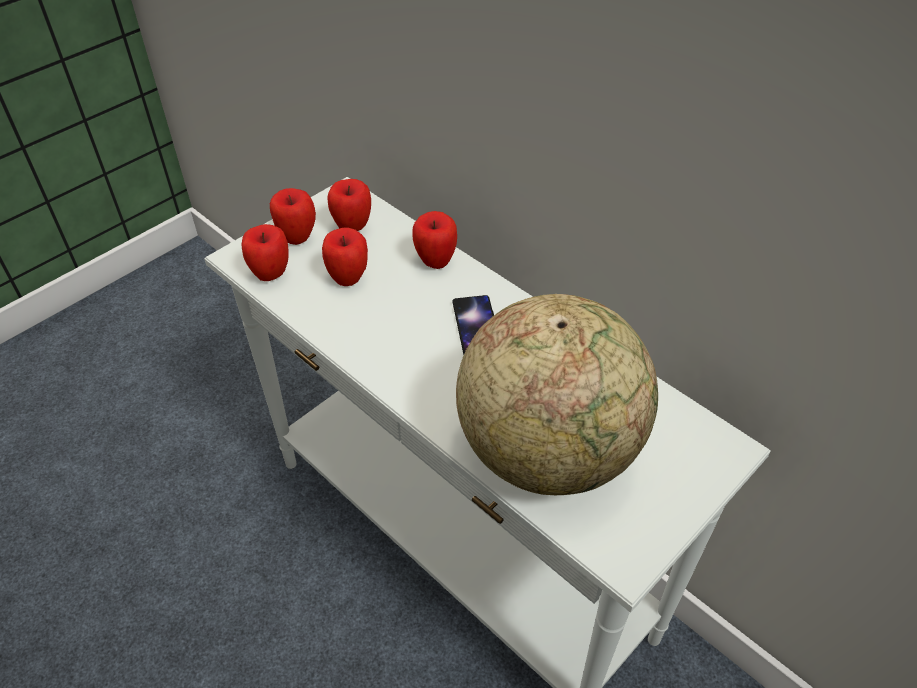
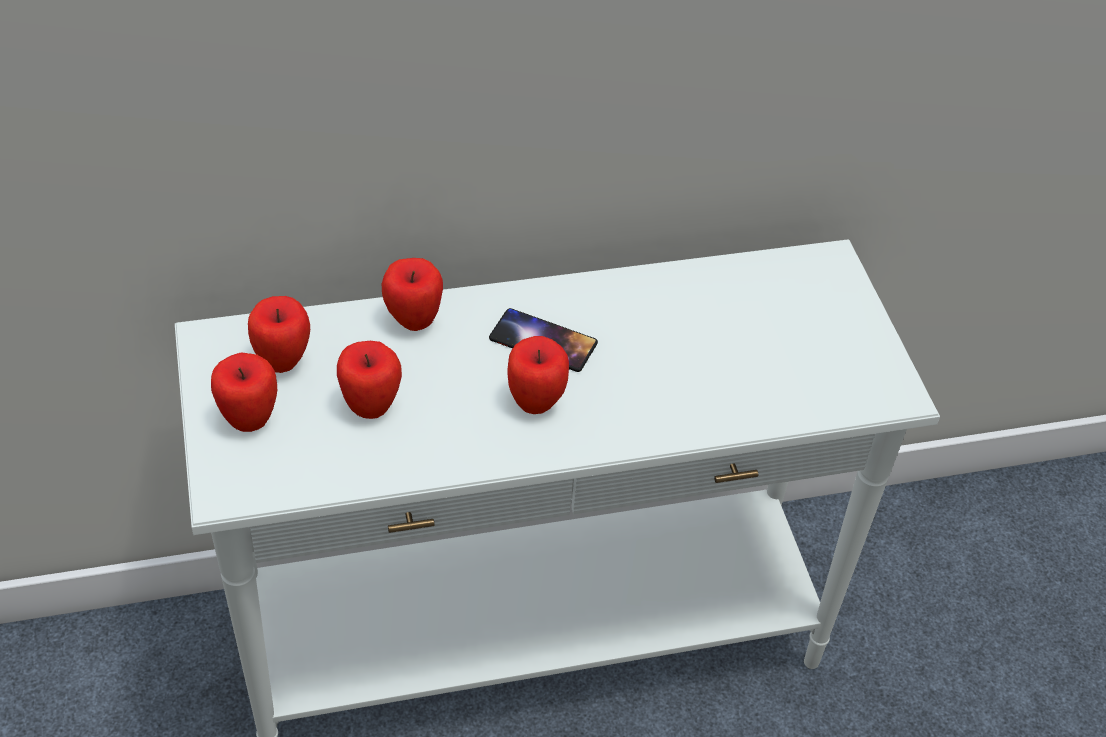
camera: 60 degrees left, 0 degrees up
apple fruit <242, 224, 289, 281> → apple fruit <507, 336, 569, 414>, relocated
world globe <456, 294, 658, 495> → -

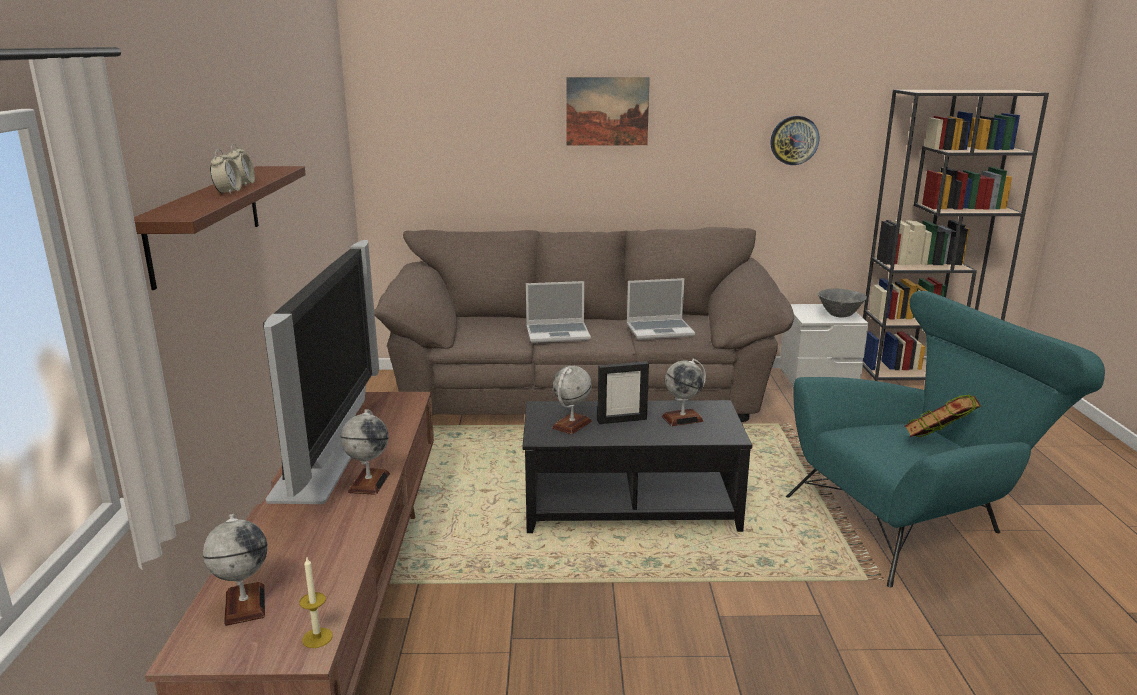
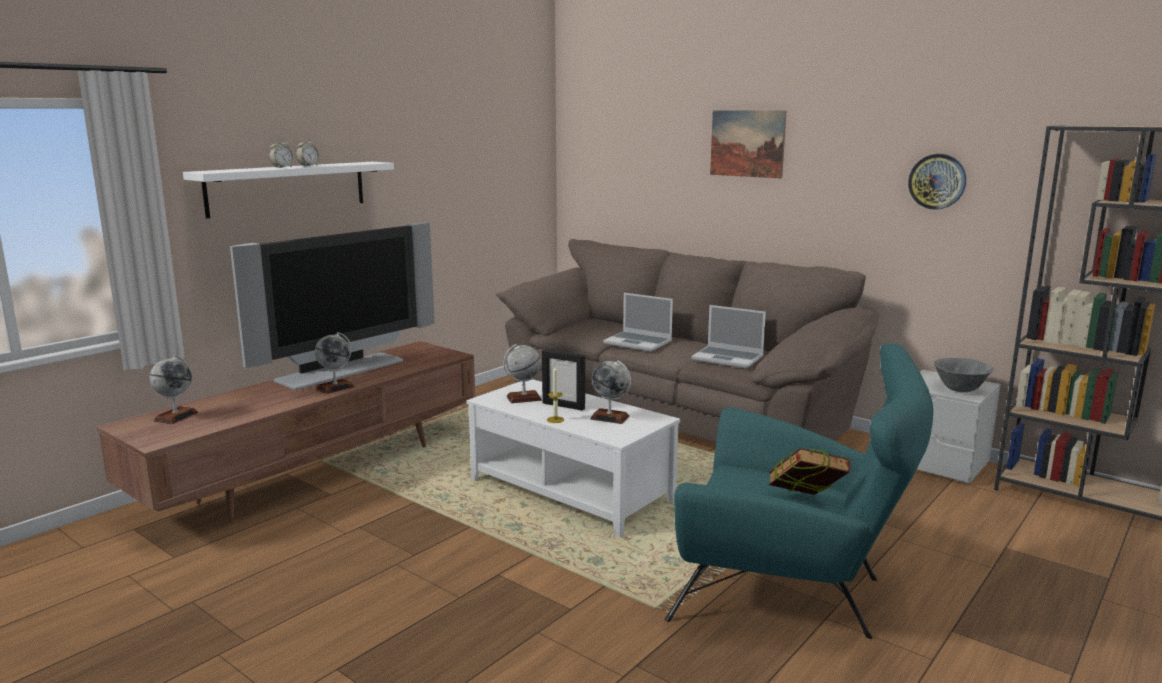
camera: 40 degrees right, 5 degrees down
bracket shelf in brown <134, 166, 306, 290> → bracket shelf in whitish <183, 162, 394, 219>
lounge table in black-coloured <523, 400, 752, 533> → lounge table in whitish <467, 379, 680, 537>
candle <299, 558, 333, 648> → candle <547, 366, 564, 423>, relocated

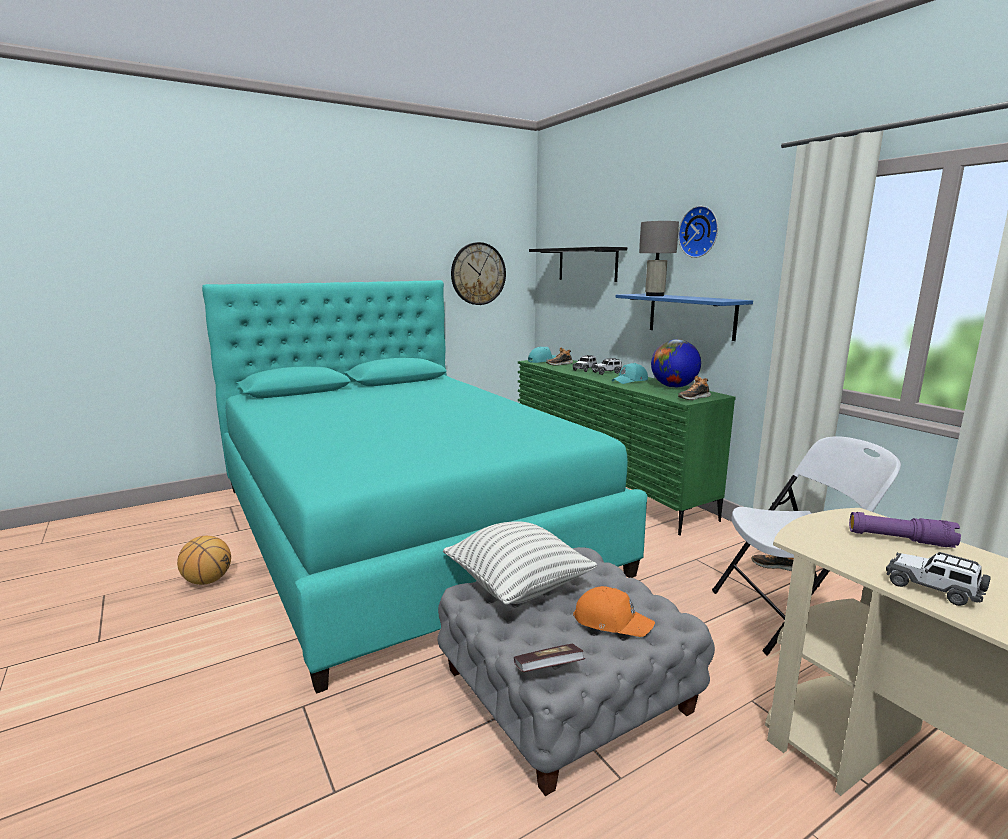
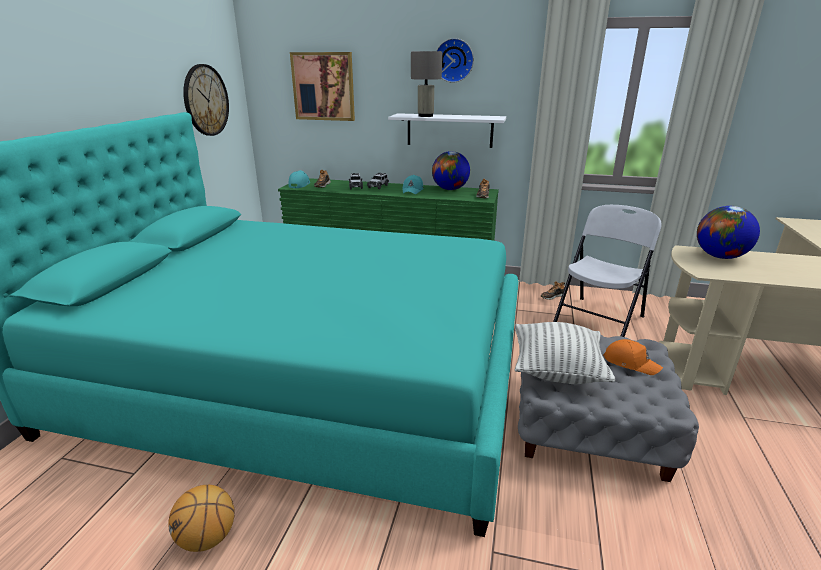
camera: 45 degrees left, 10 degrees up
bracket shelf in black-coloured <529, 247, 627, 282> → picture <290, 52, 355, 121>
bracket shelf in blue-coloured <616, 294, 753, 341> → bracket shelf in whitish <388, 113, 506, 148>
flashlight in purple-coloured <849, 512, 961, 548> → world globe <697, 206, 760, 259>
miniature car <886, 552, 991, 606> → -
peaked cap in orange-coloured <573, 586, 655, 637> → peaked cap in orange-coloured <603, 339, 663, 375>, 60 degrees clockwise
bound book <514, 644, 585, 672> → -

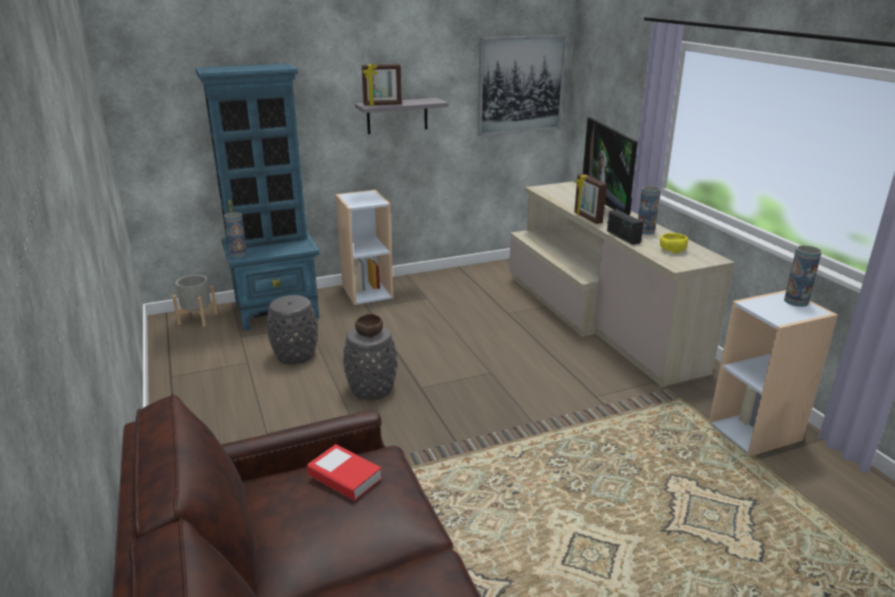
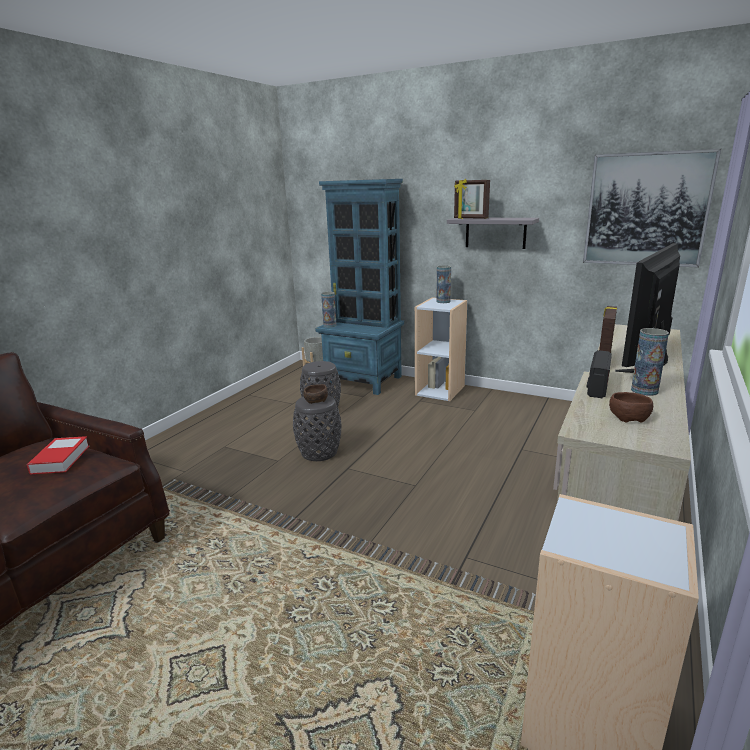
camera: 50 degrees right, 5 degrees down
bowl in yellowish <660, 233, 688, 254> → bowl in brown <609, 392, 653, 423>
decorative vase <784, 245, 822, 307> → decorative vase <436, 265, 451, 303>, relocated

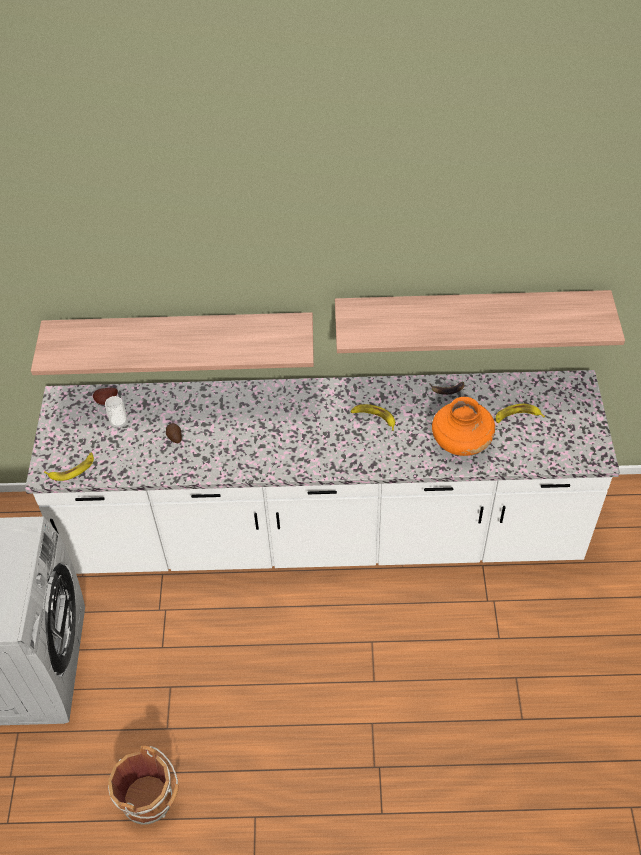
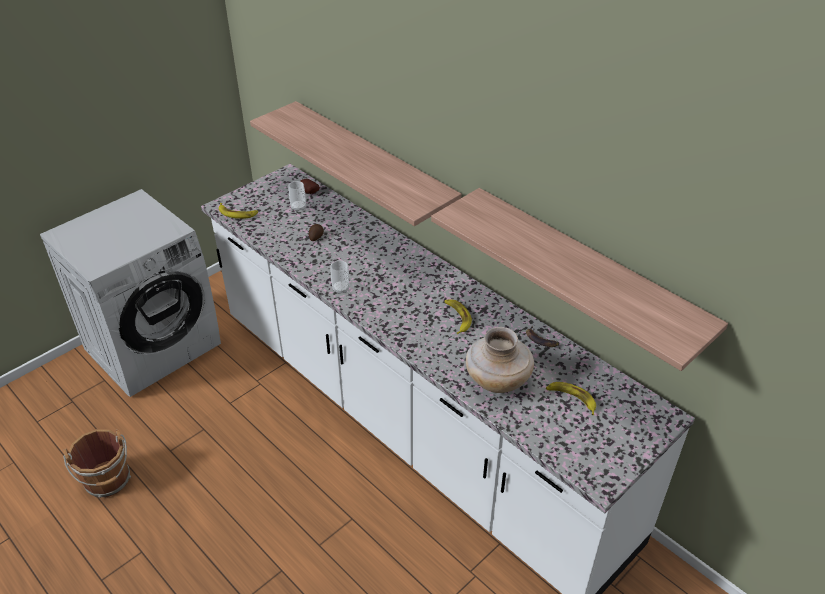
camera: 45 degrees right, 10 degrees down
decorative vase in orange-coloured <432, 397, 495, 456> → decorative vase in sand-coloured <466, 327, 534, 393>
- → cup <331, 260, 349, 294>

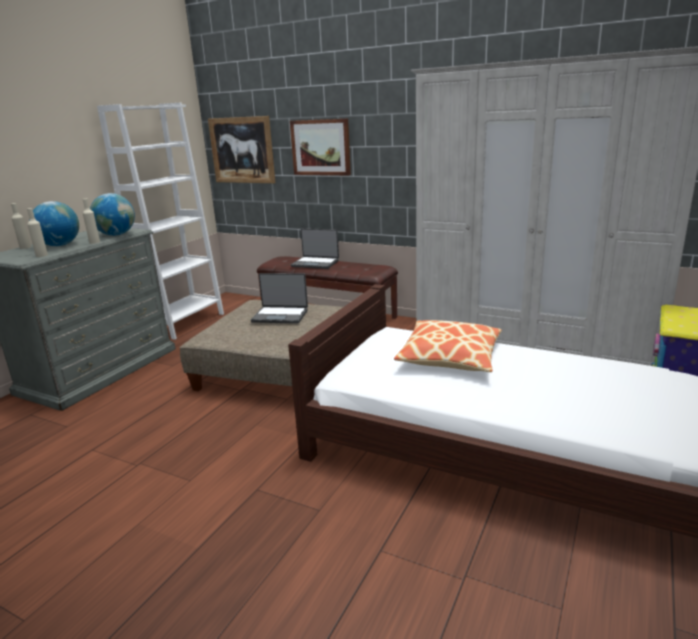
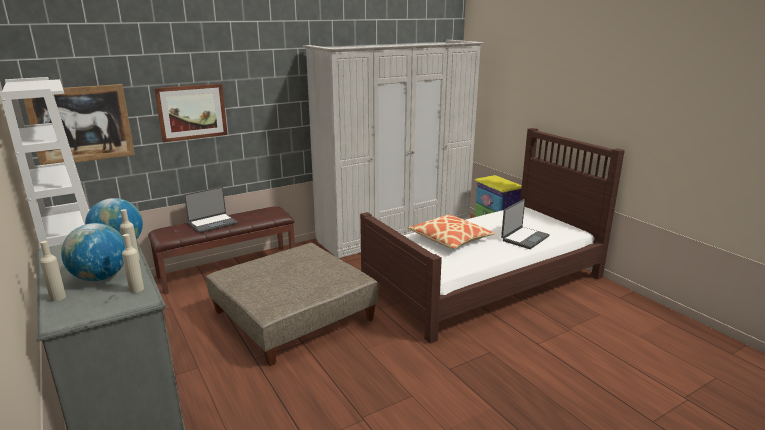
camera: 60 degrees left, 0 degrees up
portable computer <251, 273, 308, 324> → portable computer <501, 199, 550, 249>, relocated

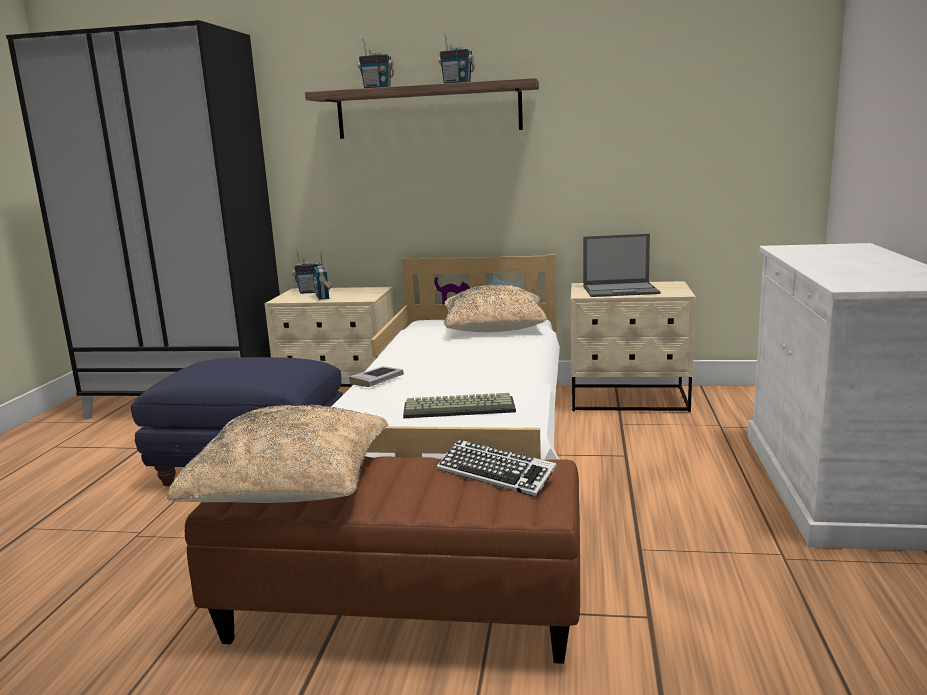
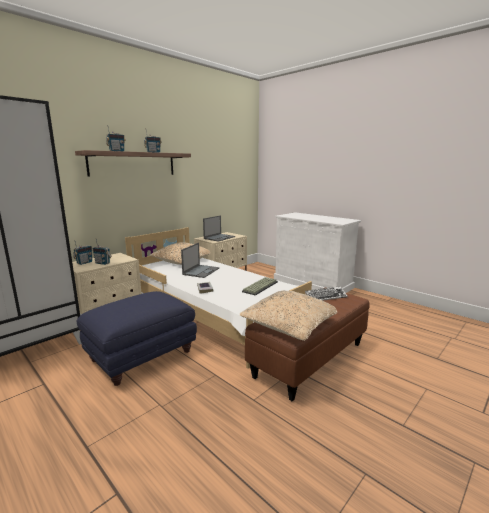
camera: 55 degrees left, 0 degrees up
- → portable computer <181, 243, 220, 278>

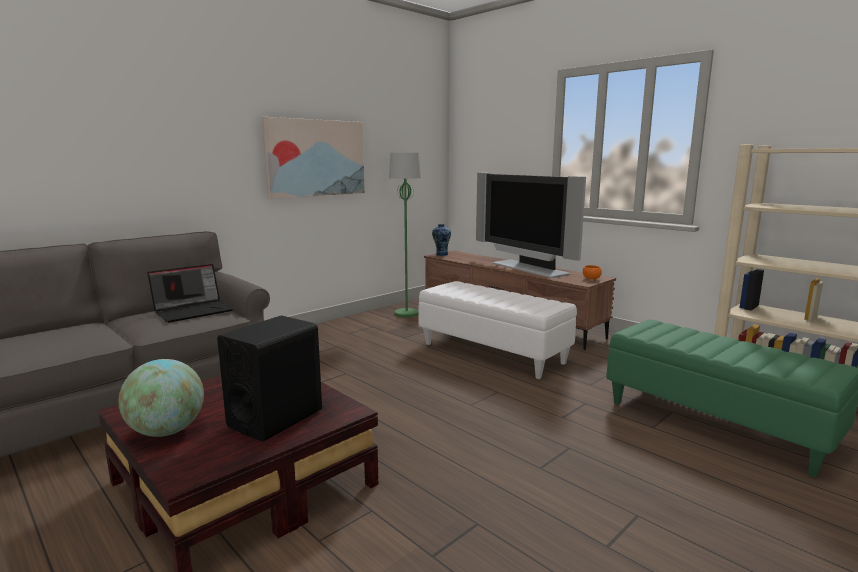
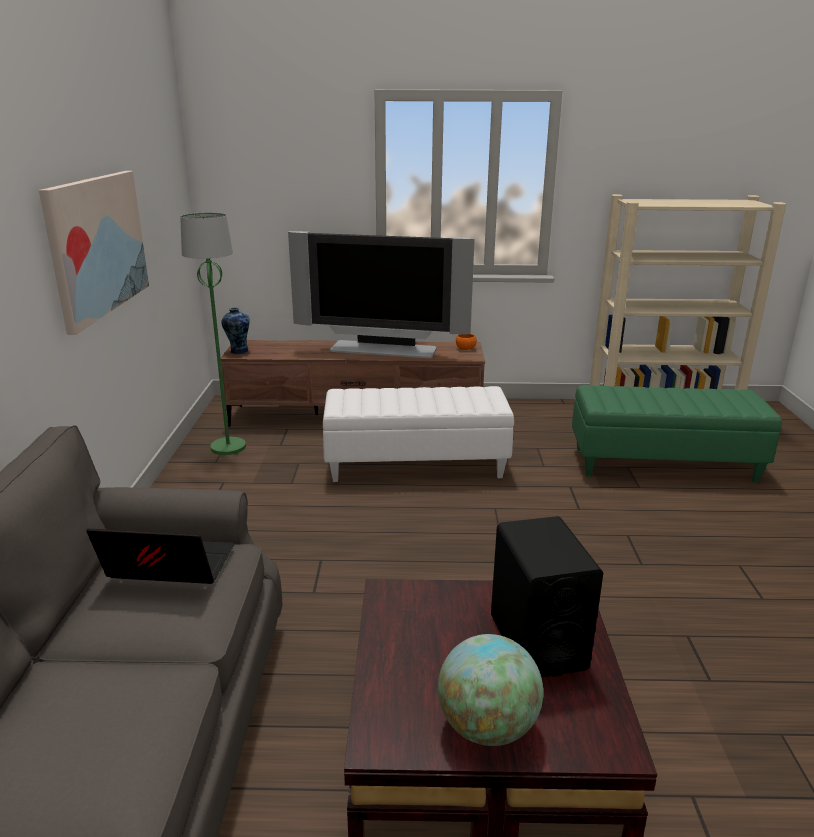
camera: 45 degrees left, 10 degrees up
portable computer <147, 264, 233, 323> → portable computer <86, 529, 234, 584>, 90 degrees counterclockwise

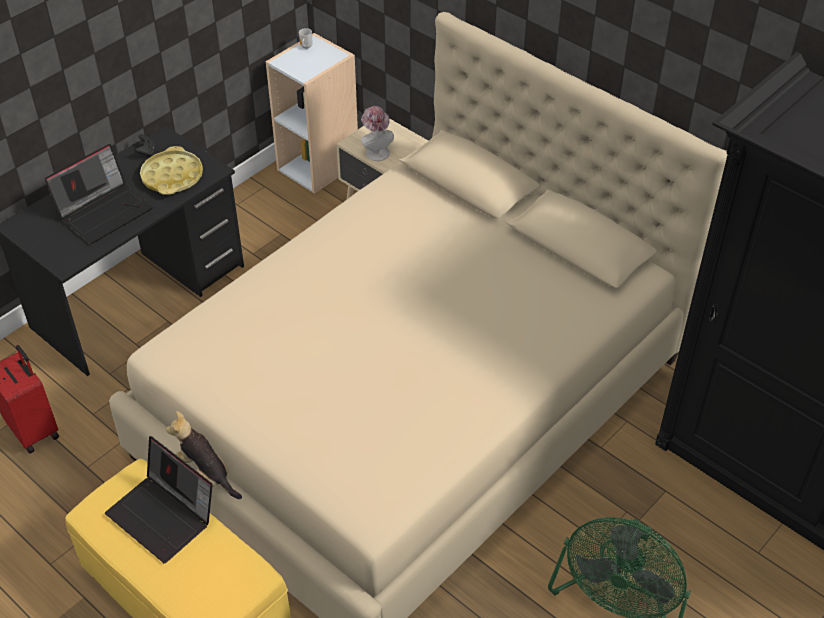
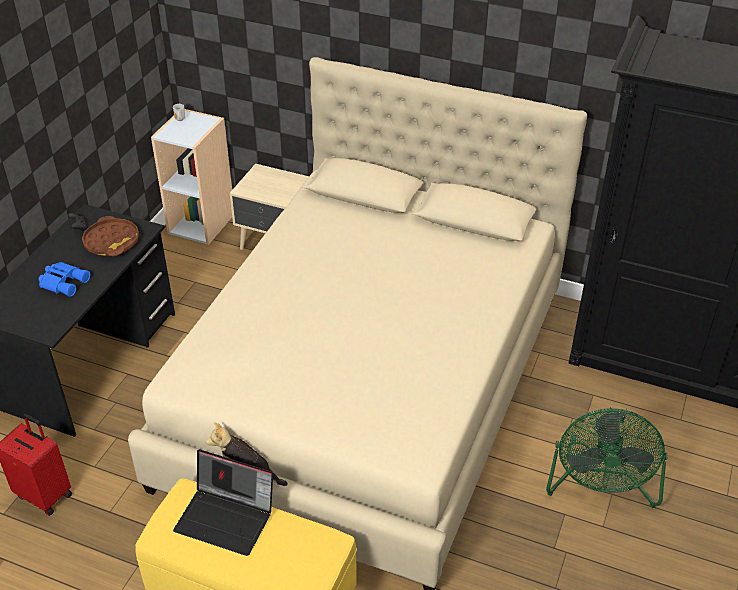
camera: 20 degrees left, 5 degrees down
wearable hat <361, 106, 394, 161> → -
portable computer <45, 144, 153, 244> → pair of binoculars in blue-coloured <38, 262, 90, 297>
serving tray in yellowish <140, 146, 203, 195> → serving tray in brown <82, 216, 139, 256>

